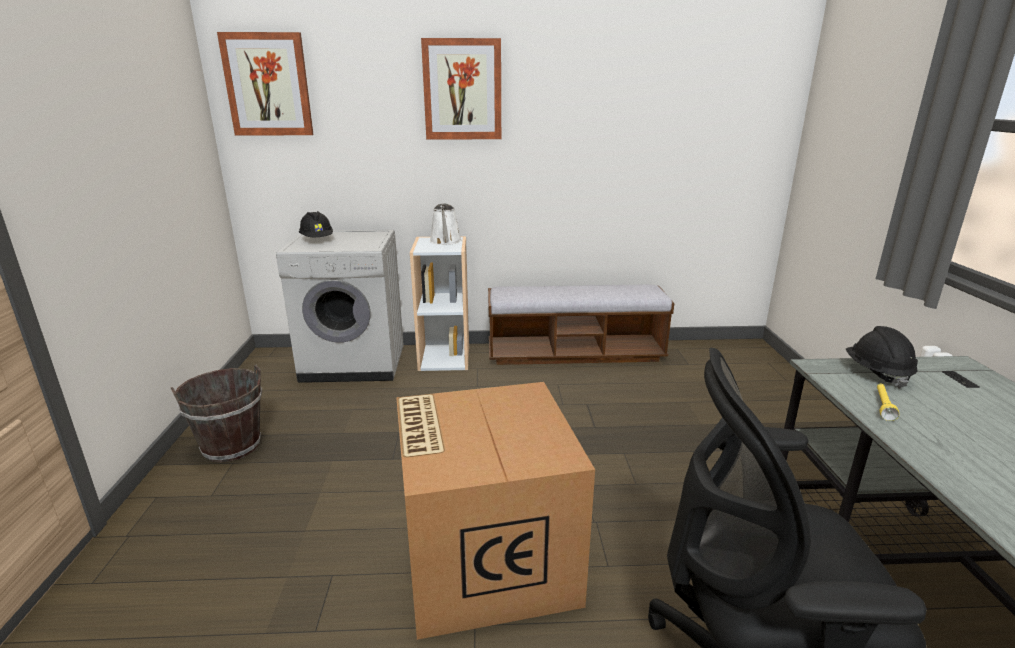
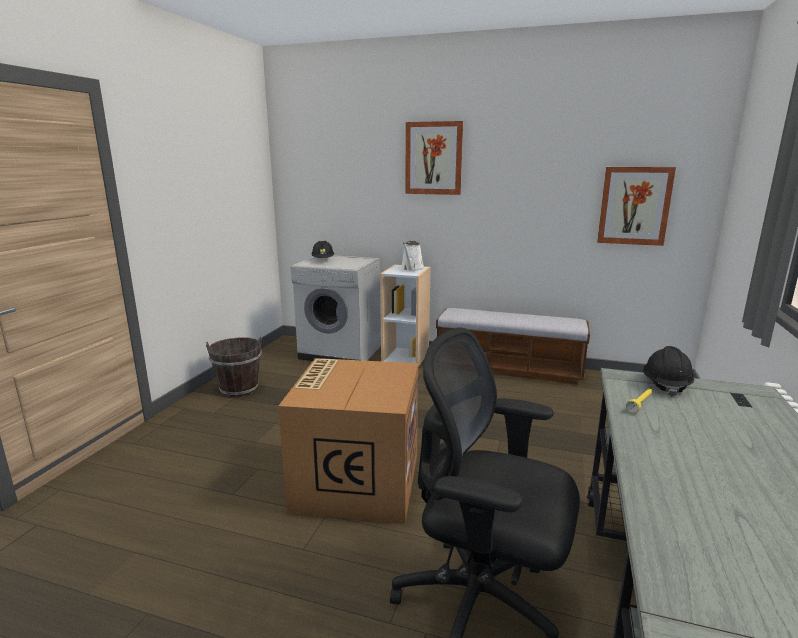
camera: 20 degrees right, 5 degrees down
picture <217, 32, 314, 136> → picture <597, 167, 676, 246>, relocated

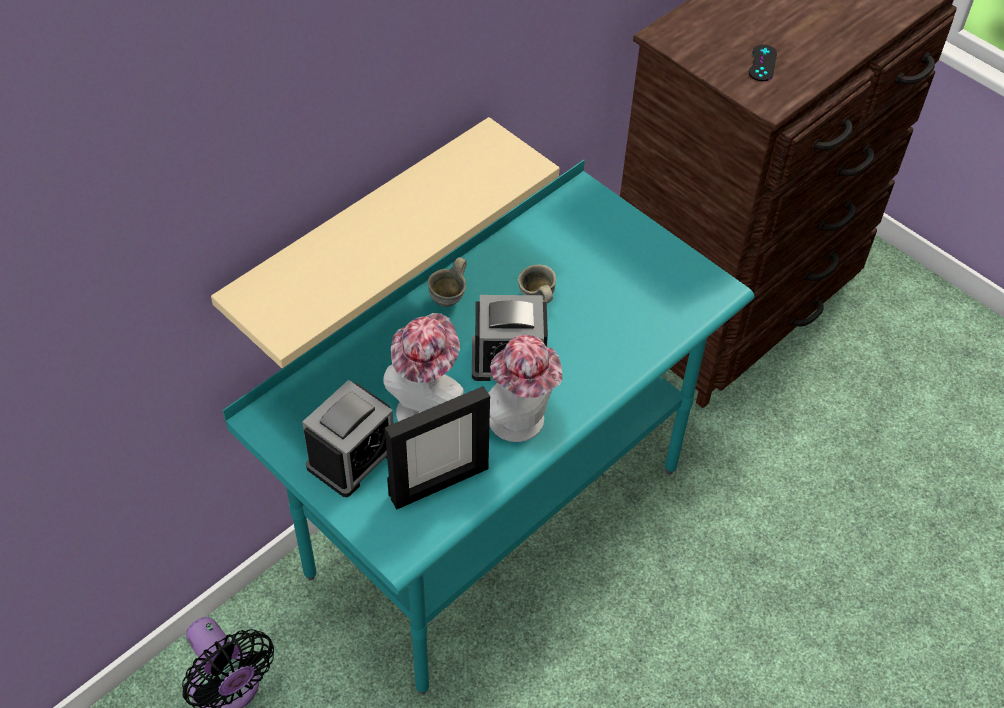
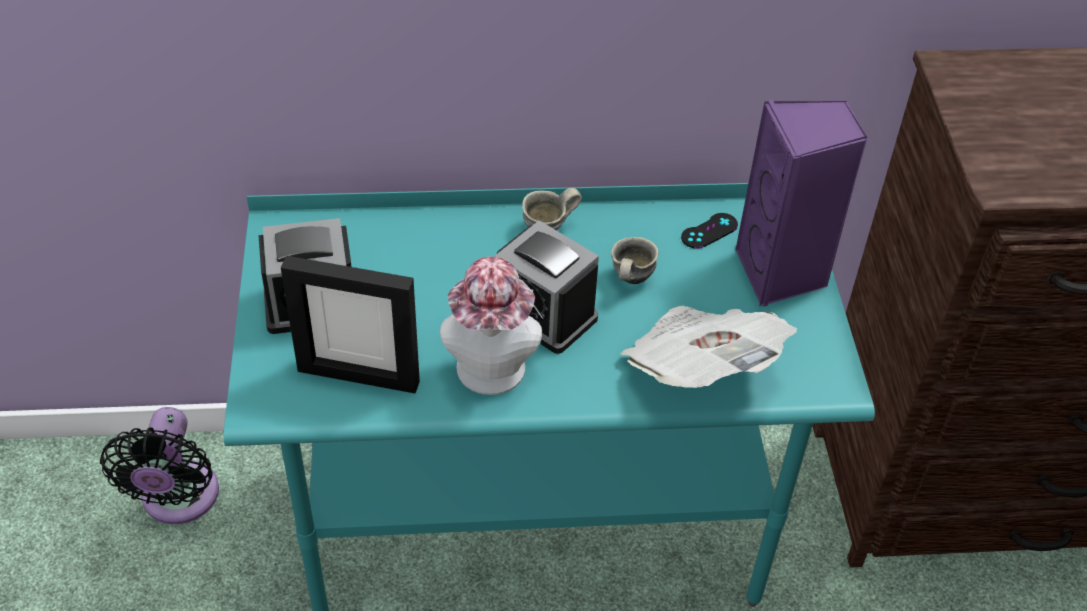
camera: 40 degrees right, 5 degrees down
game controller in black-coloured <749, 44, 777, 81> → game controller in black-coloured <681, 213, 738, 249>, relocated
bracket shelf in sand-coloured <211, 117, 559, 368> → -
wearable hat <383, 313, 464, 422> → -
- → audio speaker in purple-coloured <735, 100, 868, 306>
- → printed paper <620, 306, 797, 388>

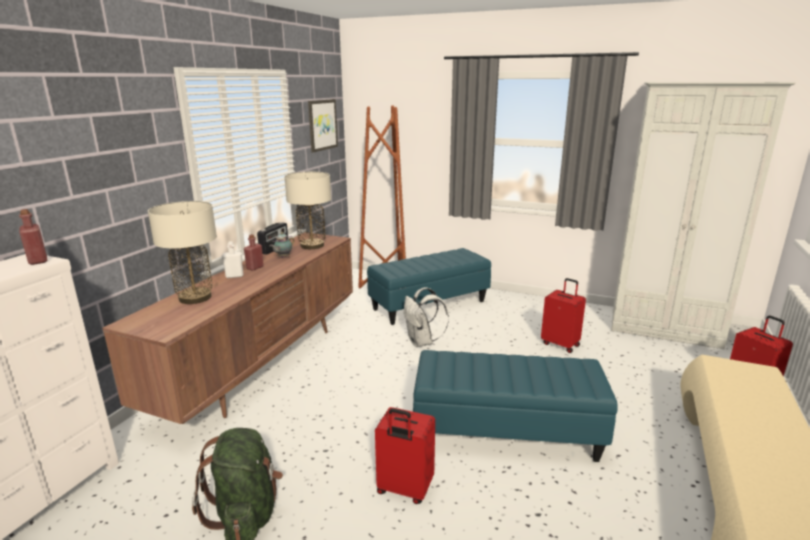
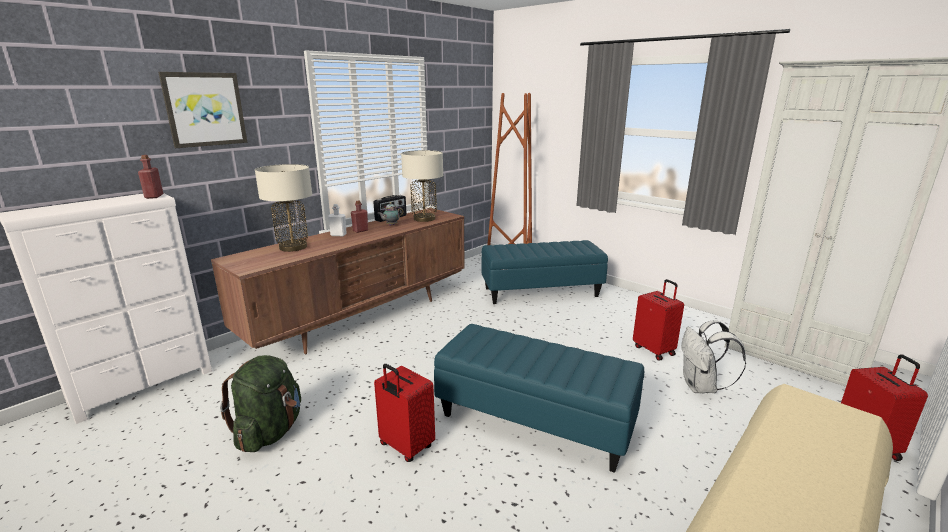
camera: 20 degrees right, 0 degrees up
picture <308, 99, 338, 152> → picture <158, 72, 247, 148>, relocated
rucksack in whitish <404, 287, 449, 347> → rucksack in whitish <681, 320, 746, 393>, relocated

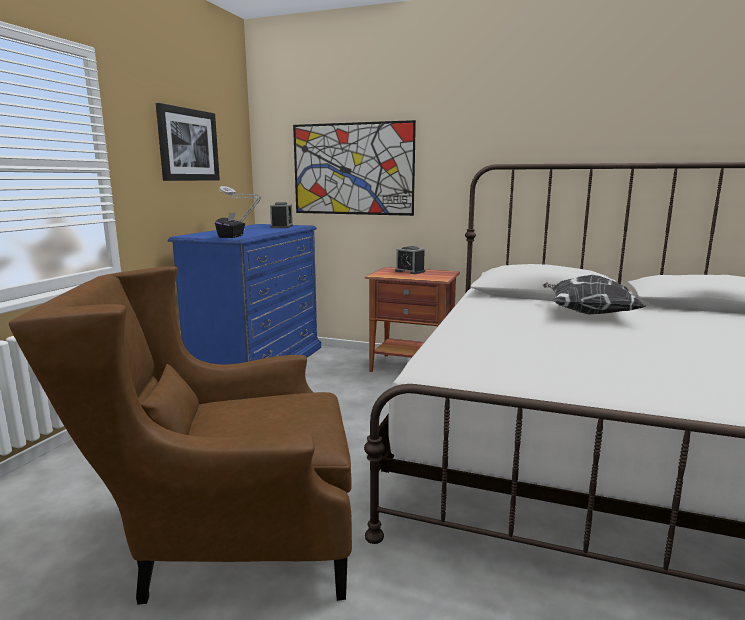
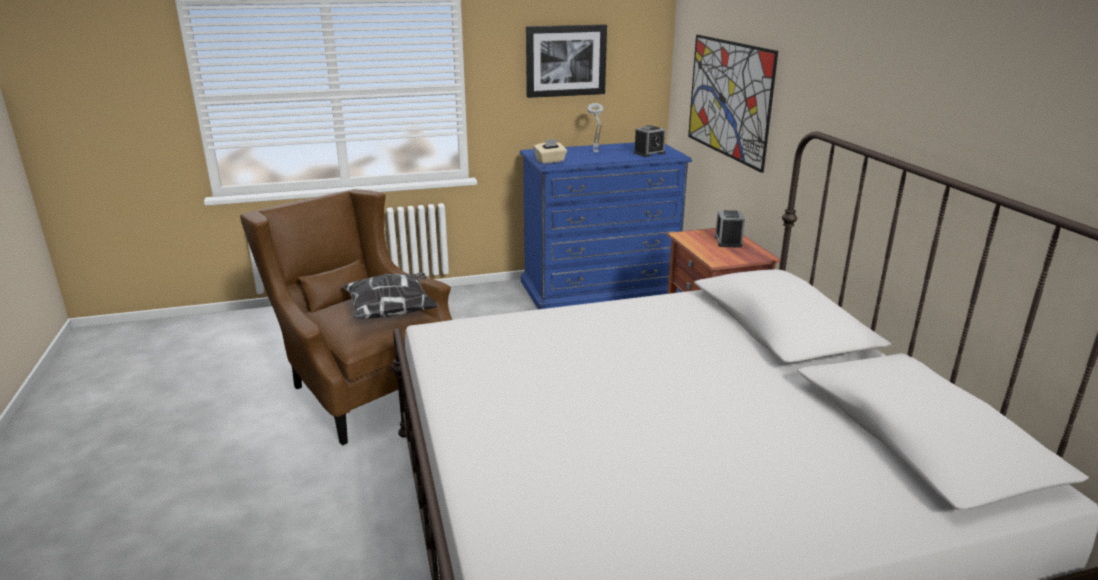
camera: 55 degrees right, 10 degrees up
box of tissues in black-coloured <215, 212, 245, 238> → box of tissues in sand-coloured <534, 139, 567, 164>
pillow <543, 275, 645, 314> → pillow <342, 272, 438, 319>, relocated

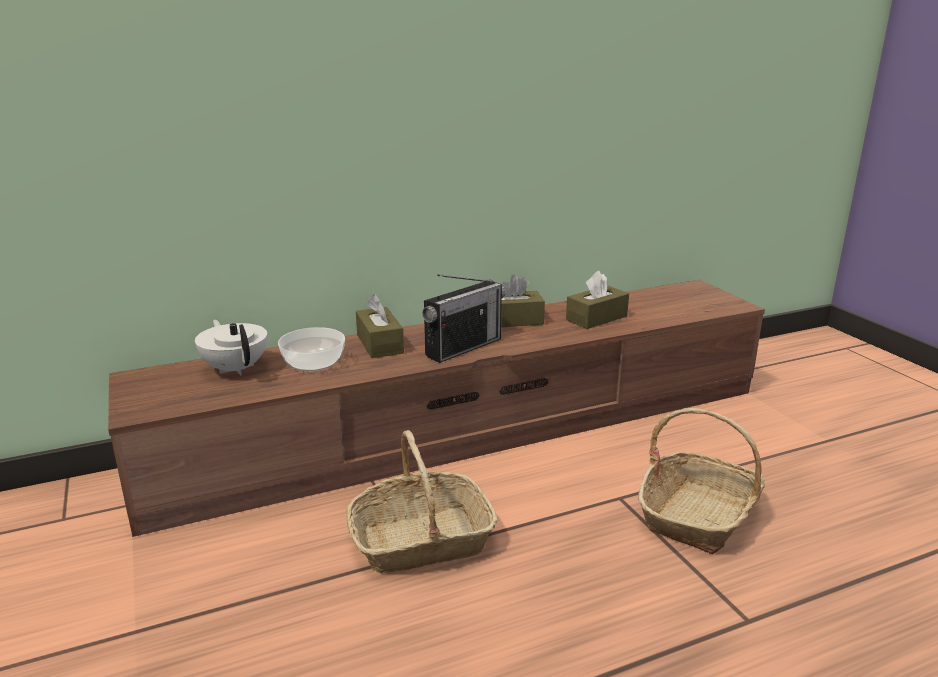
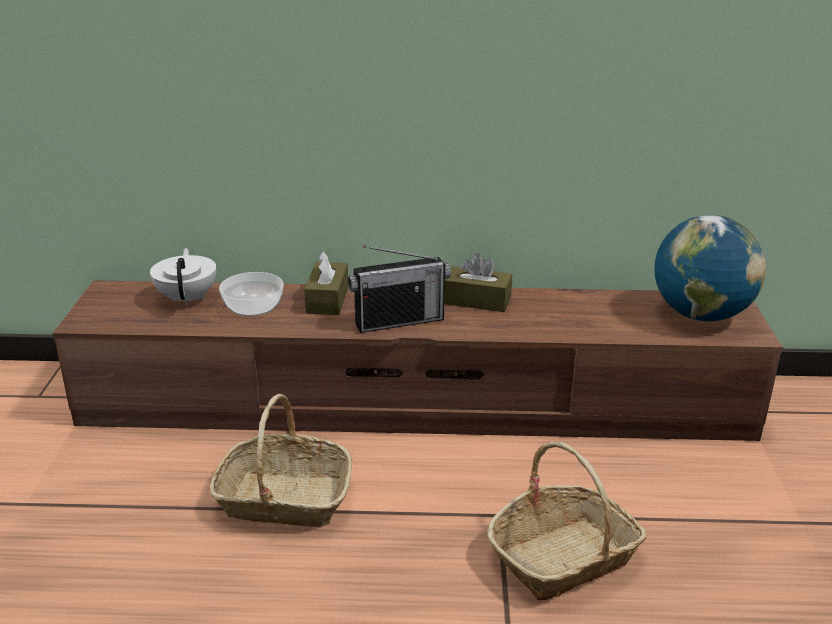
camera: 25 degrees right, 5 degrees up
box of tissues in brown <566, 271, 629, 329> → -
- → world globe <654, 214, 766, 321>

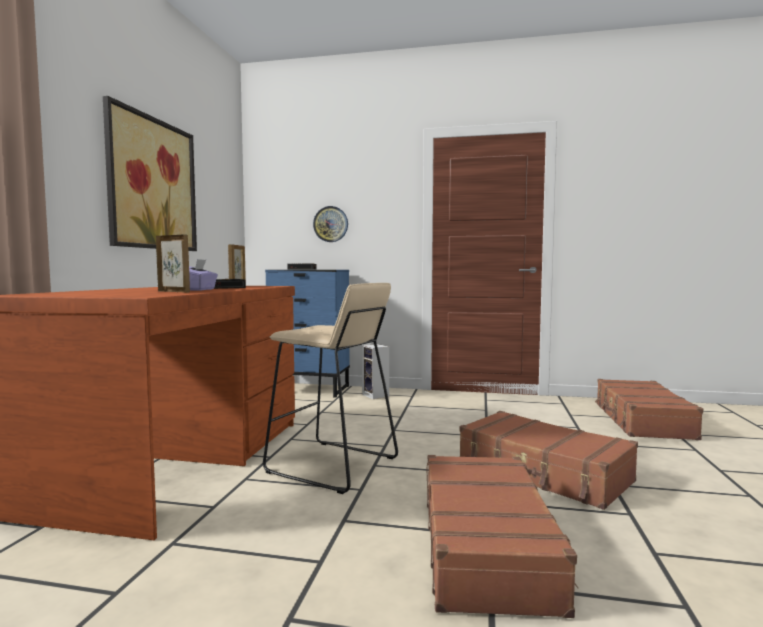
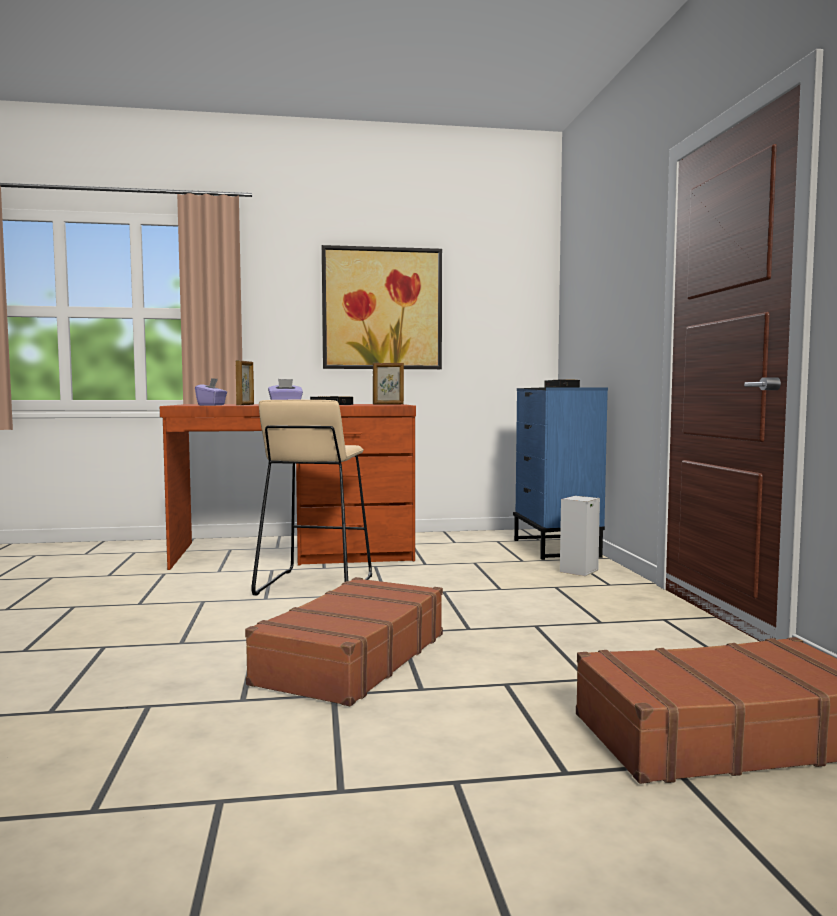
camera: 70 degrees right, 0 degrees up
wall clock <313, 206, 348, 242> → -
piece of luggage in brown <427, 455, 578, 618> → -
- → box of tissues in purple-coloured <195, 378, 227, 405>

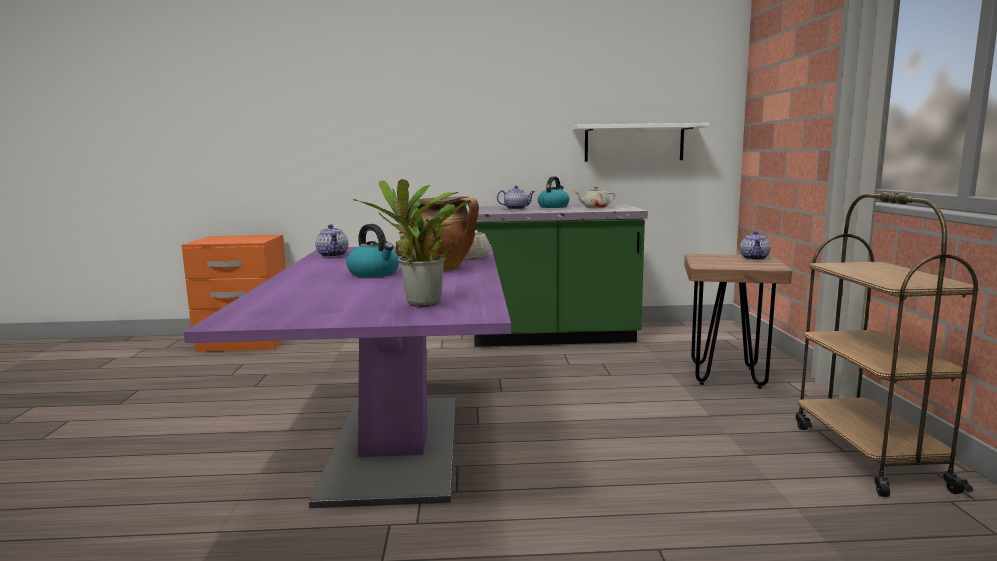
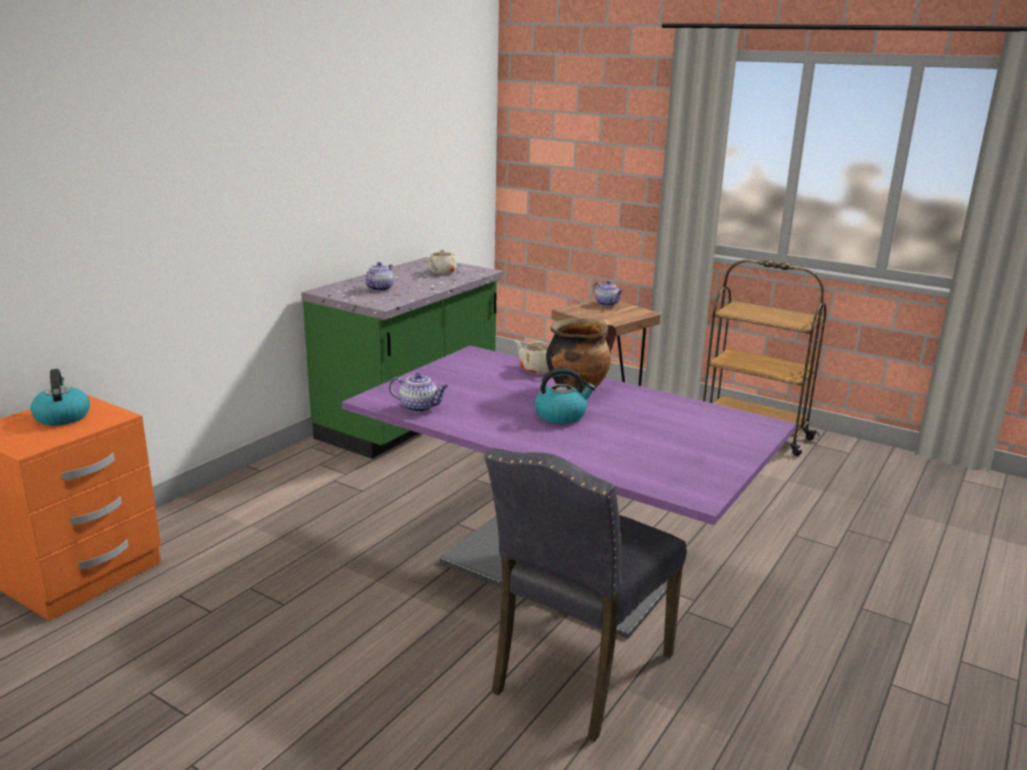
camera: 55 degrees left, 10 degrees up
bracket shelf in whitish <572, 123, 709, 162> → -
water kettle <538, 176, 569, 208> → water kettle <30, 369, 90, 426>, relocated
plant in a pot <353, 179, 472, 307> → -
- → upright chair in gray <484, 447, 687, 742>

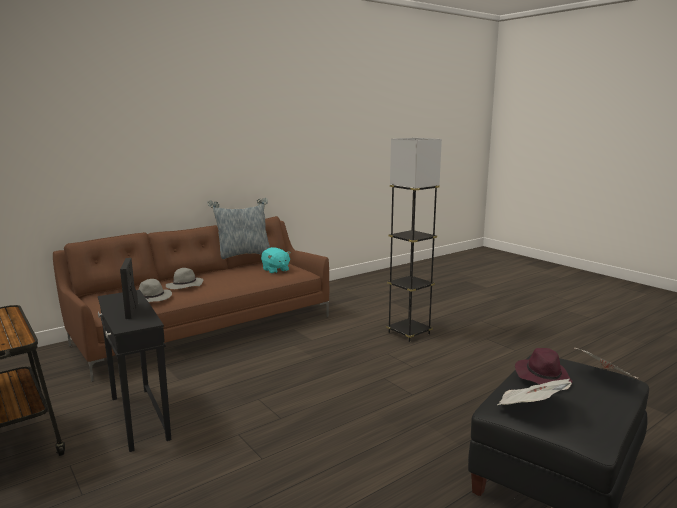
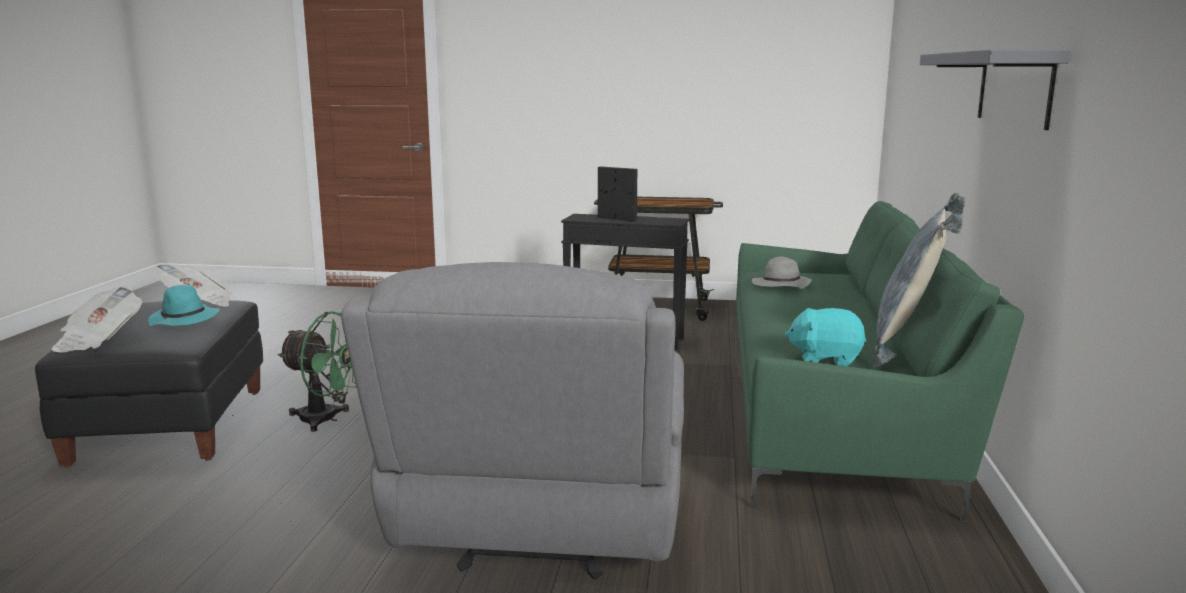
camera: 135 degrees right, 0 degrees up
floor lamp in gray <386, 138, 442, 342> → armchair in gray <341, 262, 684, 580>
sofa in brown <53, 216, 329, 382> → sofa in greenish <736, 201, 1024, 522>
wearable hat in gray <166, 268, 203, 289> → -
wearable hat in purple-coloured <515, 348, 572, 384> → wearable hat in turquoise-coloured <148, 285, 220, 326>
- → bracket shelf in gray <920, 49, 1071, 130>
- → electric fan in greenish <278, 311, 356, 432>

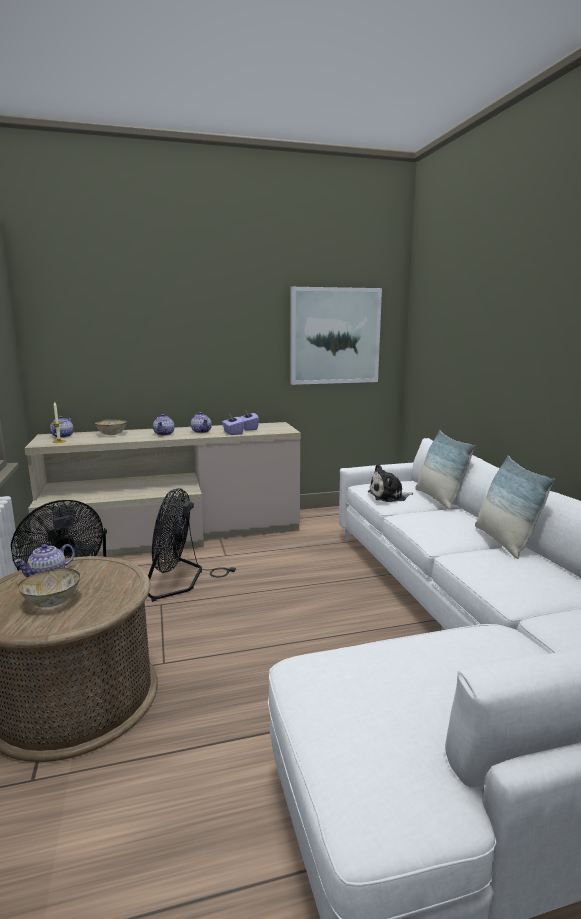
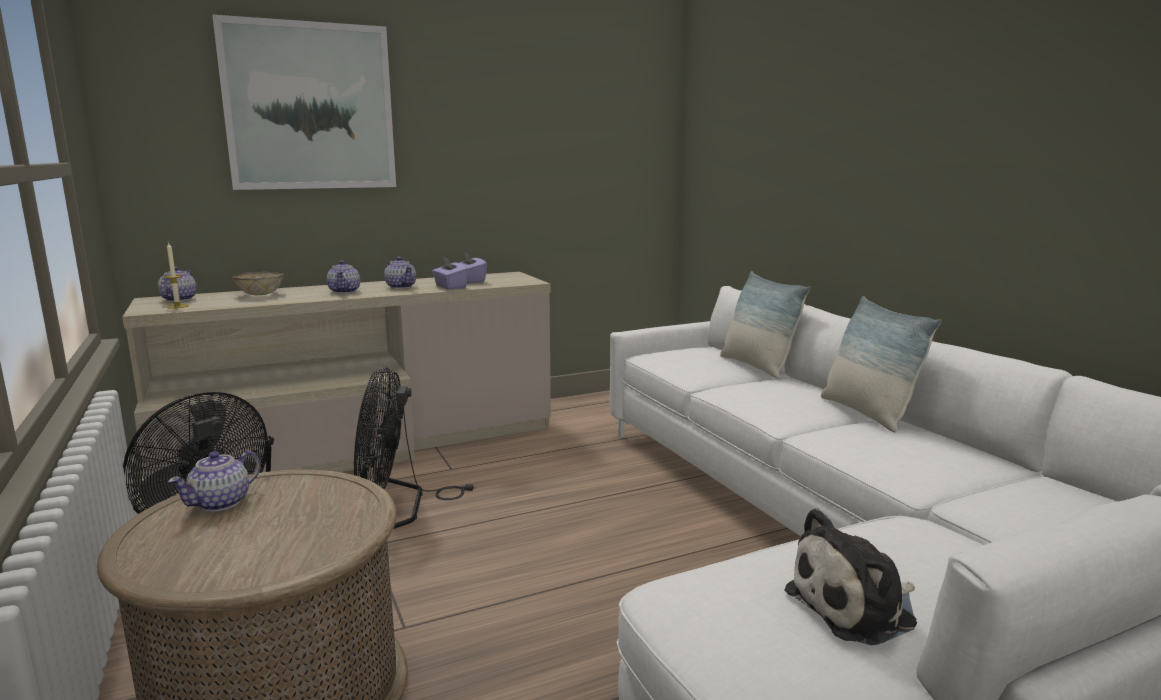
camera: 10 degrees left, 0 degrees up
picture <291, 287, 382, 385> → picture <212, 15, 396, 190>, relocated
plush toy <368, 464, 414, 502> → plush toy <784, 508, 917, 645>, relocated
bowl <18, 568, 80, 607> → -

